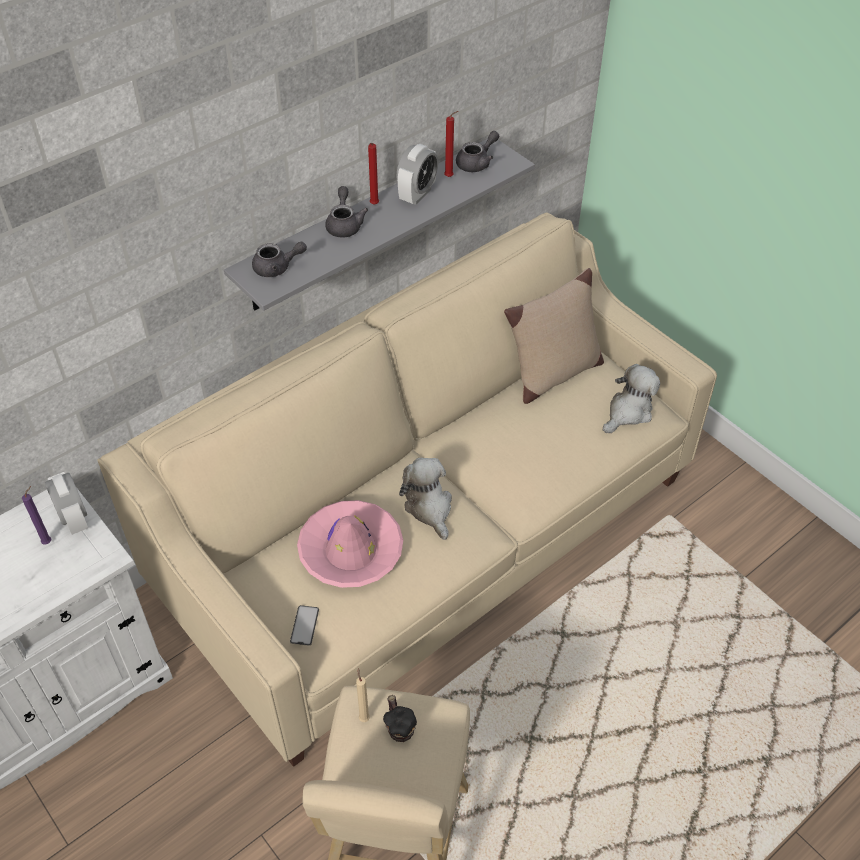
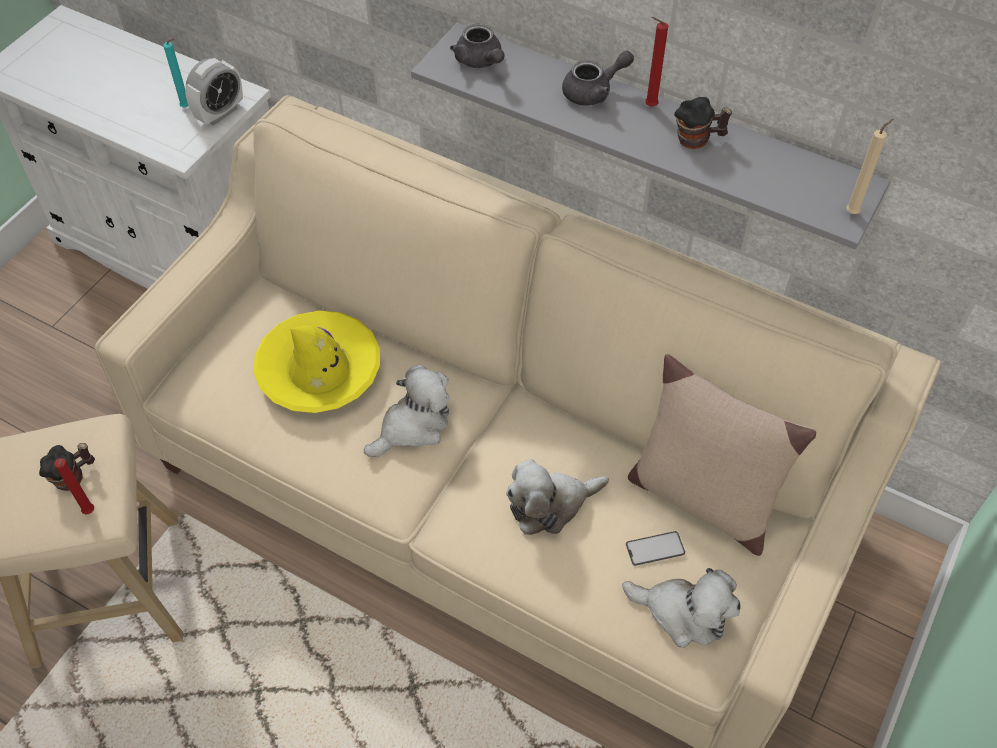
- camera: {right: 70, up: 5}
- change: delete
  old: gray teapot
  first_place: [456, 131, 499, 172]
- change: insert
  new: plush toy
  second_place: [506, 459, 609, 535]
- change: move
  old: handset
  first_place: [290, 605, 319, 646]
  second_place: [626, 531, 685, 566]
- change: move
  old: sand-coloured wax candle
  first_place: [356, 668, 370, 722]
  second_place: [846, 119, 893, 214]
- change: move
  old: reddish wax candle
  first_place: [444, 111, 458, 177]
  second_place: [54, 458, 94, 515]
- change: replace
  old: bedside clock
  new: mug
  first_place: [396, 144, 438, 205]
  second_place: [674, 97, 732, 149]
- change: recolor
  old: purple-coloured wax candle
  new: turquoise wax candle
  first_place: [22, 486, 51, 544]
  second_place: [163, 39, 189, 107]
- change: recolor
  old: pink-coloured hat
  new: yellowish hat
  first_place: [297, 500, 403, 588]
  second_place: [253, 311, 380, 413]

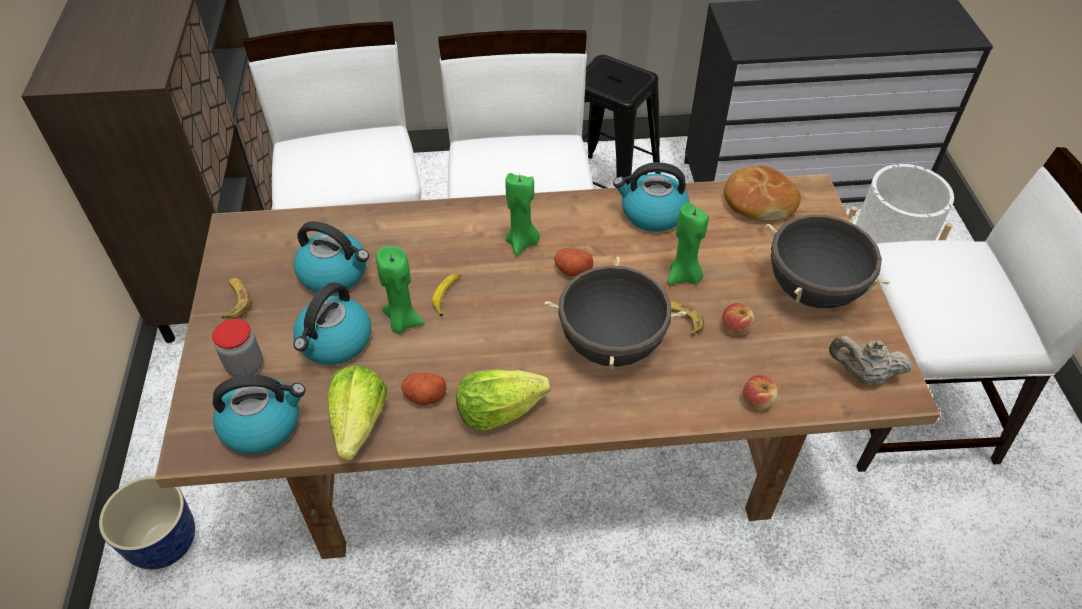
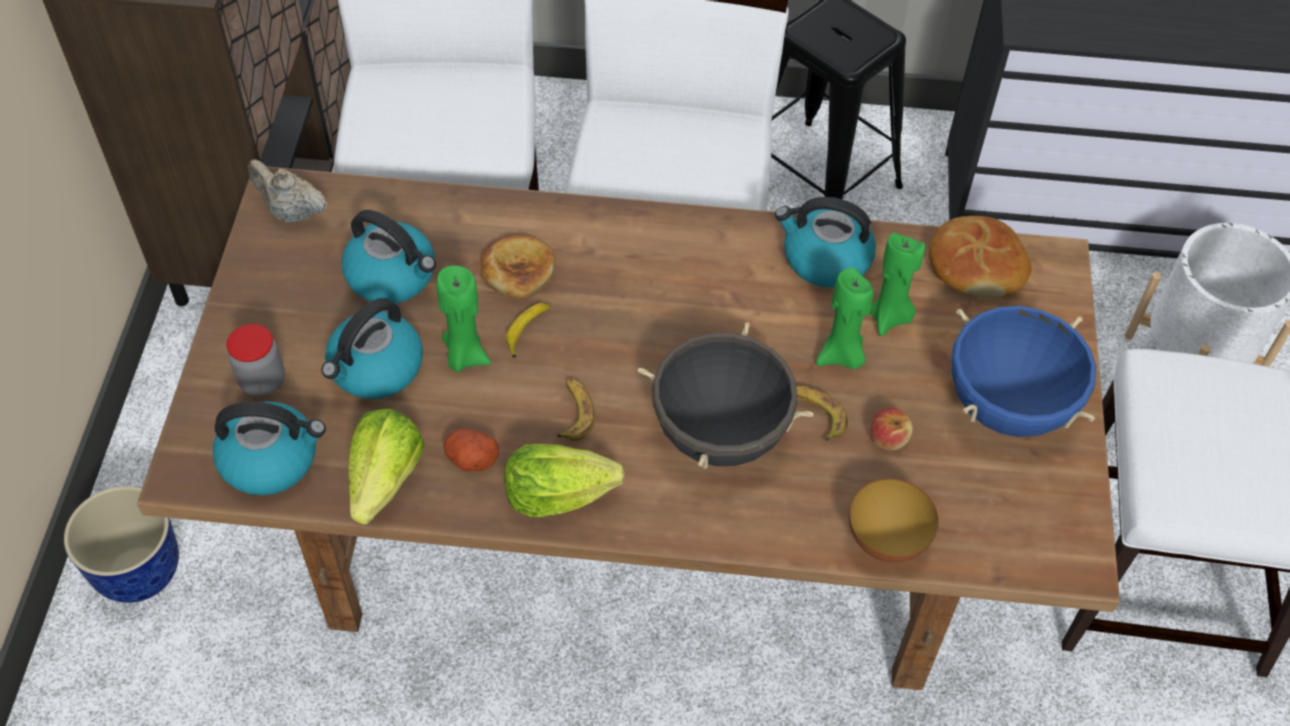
- camera: {right: 10, up: 5}
- change: delete
  old: whole potato
  first_place: [554, 248, 593, 276]
- change: insert
  new: bakery bread
  second_place: [481, 234, 555, 299]
- change: move
  old: banana fruit
  first_place: [221, 278, 251, 319]
  second_place: [555, 378, 595, 441]
- change: move
  old: greenish wax candle
  first_place: [505, 173, 540, 256]
  second_place: [870, 232, 925, 336]
- change: move
  old: sand-coloured teapot
  first_place: [829, 335, 912, 385]
  second_place: [248, 159, 328, 223]
- change: replace
  old: whole apple
  new: serving bowl
  first_place: [743, 375, 778, 410]
  second_place: [849, 479, 938, 562]
- change: recolor
  old: black saucepot
  new: blue-coloured saucepot
  first_place: [766, 215, 890, 308]
  second_place: [951, 306, 1096, 437]

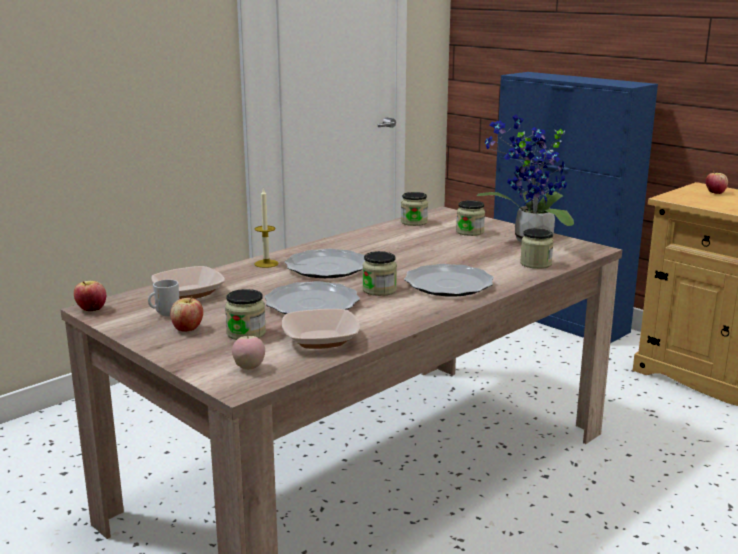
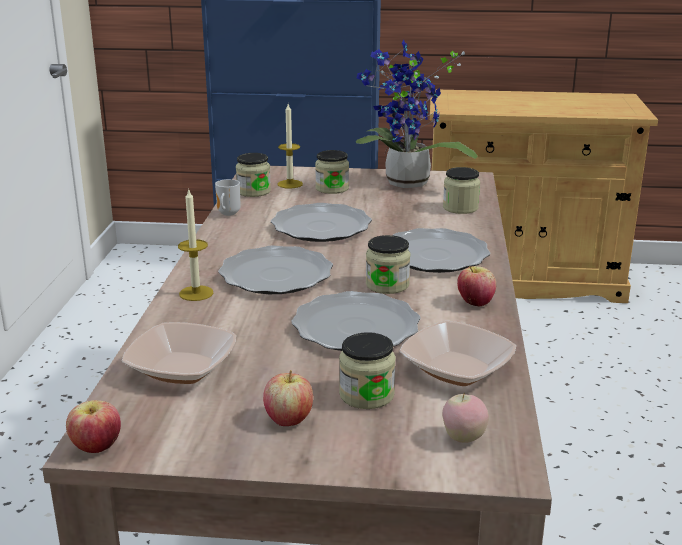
- camera: {right: -40, up: 5}
- change: insert
  new: dinner plate
  second_place: [271, 203, 372, 242]
- change: insert
  new: wax candle
  second_place: [277, 104, 303, 189]
- change: move
  old: mug
  first_place: [148, 279, 179, 317]
  second_place: [215, 179, 241, 216]
- change: move
  old: whole apple
  first_place: [706, 171, 728, 194]
  second_place: [457, 266, 496, 307]

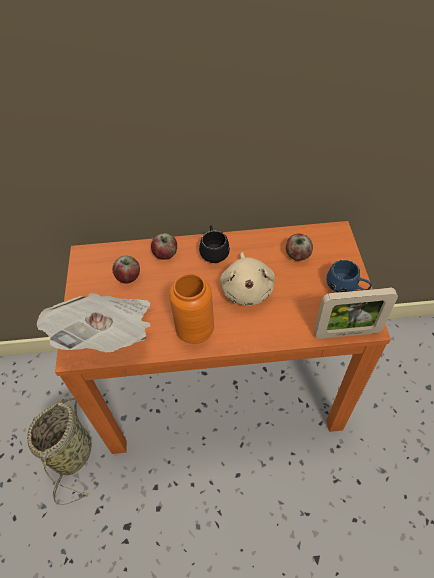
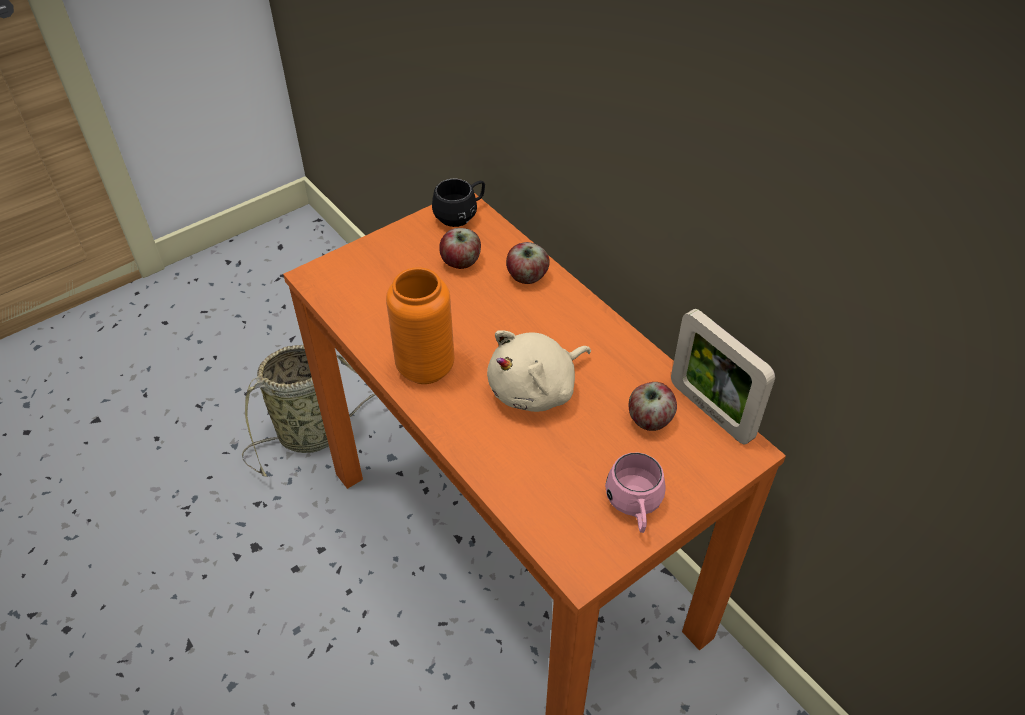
- camera: {right: 55, up: -5}
- change: delete
  old: printed paper
  first_place: [37, 293, 151, 352]
- change: move
  old: black mug
  first_place: [199, 225, 230, 263]
  second_place: [432, 178, 485, 227]
- change: move
  old: standing frame
  first_place: [314, 288, 398, 339]
  second_place: [671, 309, 775, 444]
- change: recolor
  old: blue-coloured mug
  new: pink-coloured mug
  first_place: [327, 260, 372, 293]
  second_place: [605, 452, 666, 533]

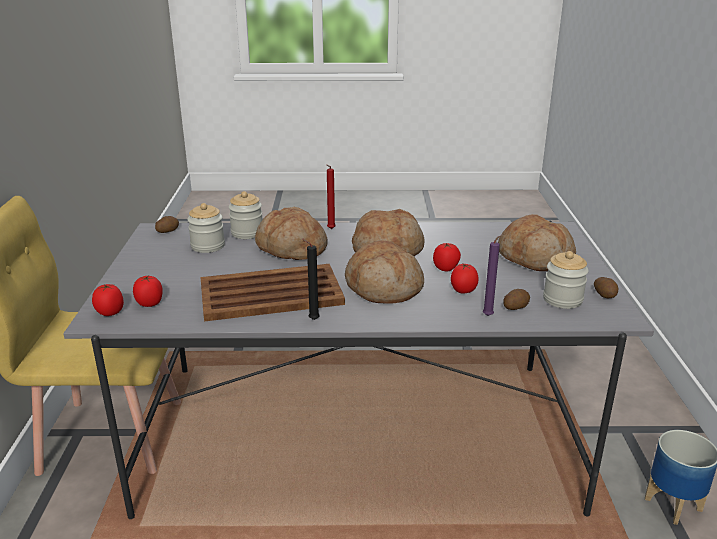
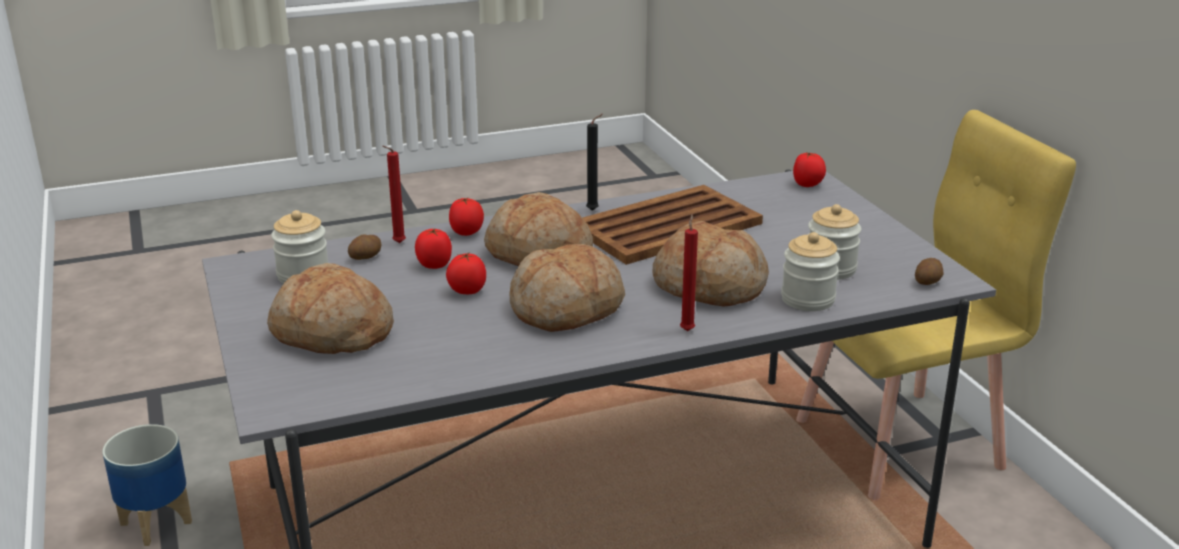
- camera: {right: 160, up: 0}
- change: delete
  old: whole potato
  first_place: [594, 277, 619, 298]
- change: move
  old: tomato
  first_place: [133, 276, 163, 307]
  second_place: [449, 197, 484, 236]
- change: recolor
  old: purple-coloured wax candle
  new: reddish wax candle
  first_place: [483, 234, 504, 316]
  second_place: [382, 146, 406, 243]

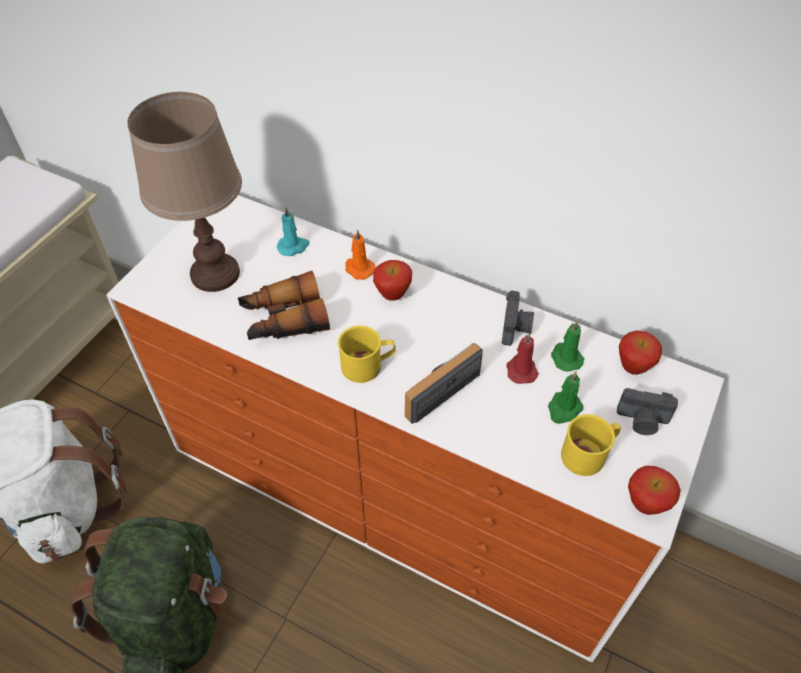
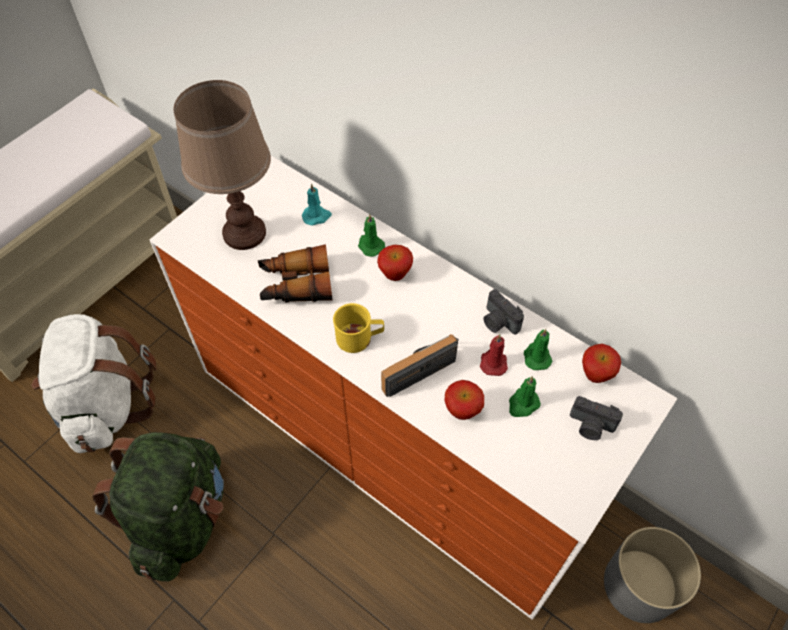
- camera: {right: 10, up: 5}
- change: delete
  old: yellowish mug
  first_place: [561, 414, 621, 476]
- change: insert
  new: gray planter
  second_place: [604, 527, 701, 623]
- change: move
  old: whole apple
  first_place: [628, 466, 681, 515]
  second_place: [445, 380, 484, 420]
- change: recolor
  old: orangey wax candle
  new: greenish wax candle
  first_place: [345, 229, 376, 280]
  second_place: [358, 214, 385, 257]
- change: rotate
  old: still camera
  first_place: [502, 291, 534, 346]
  second_place: [484, 289, 524, 334]
  degrees: 120

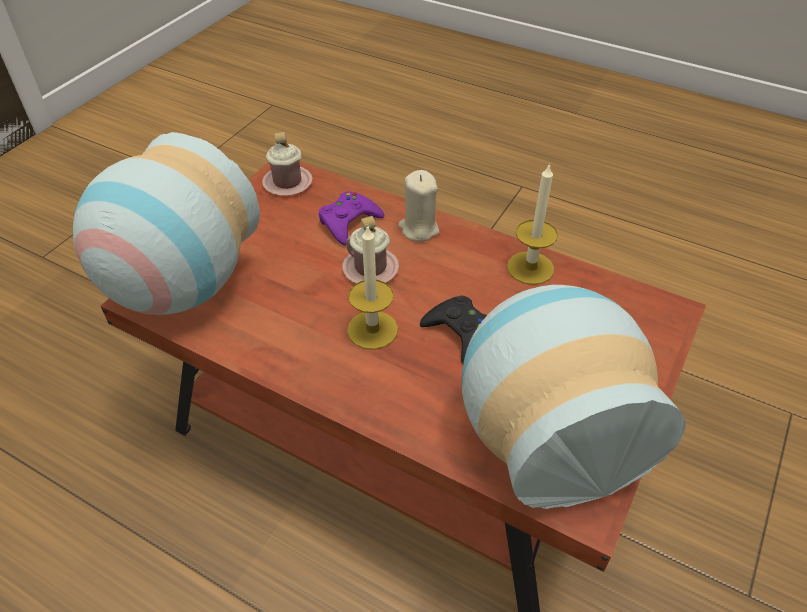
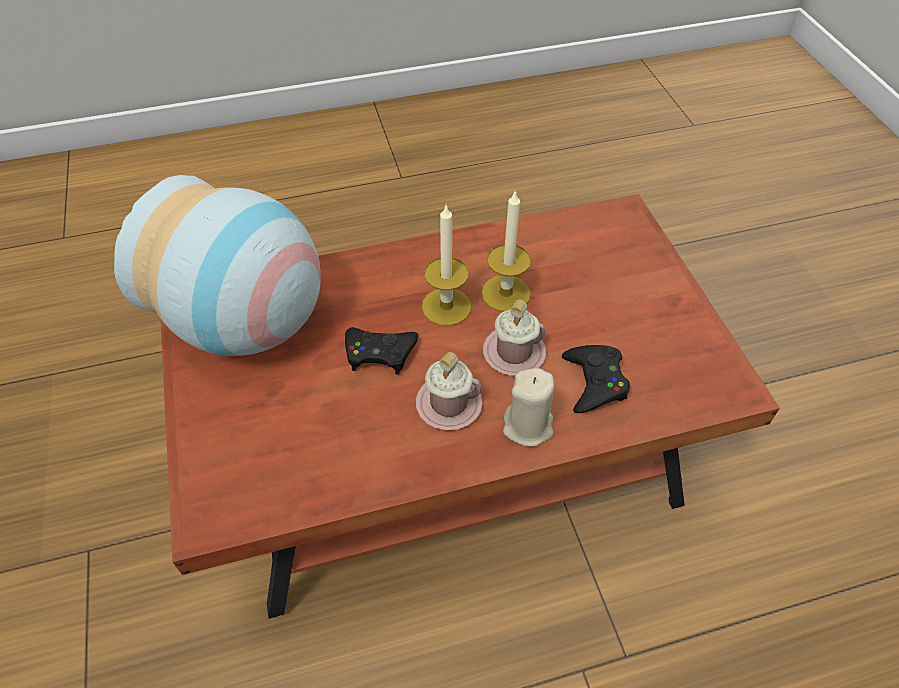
- camera: {right: 135, up: 5}
- change: delete
  old: flower vase
  first_place: [73, 132, 260, 315]
- change: move
  old: pink-coloured mug
  first_place: [262, 132, 313, 196]
  second_place: [416, 352, 483, 430]
- change: move
  old: wax candle
  first_place: [507, 163, 558, 285]
  second_place: [481, 190, 531, 312]
- change: recolor
  old: purple-coloured joypad
  new: black joypad
  first_place: [318, 191, 384, 245]
  second_place: [562, 345, 630, 413]

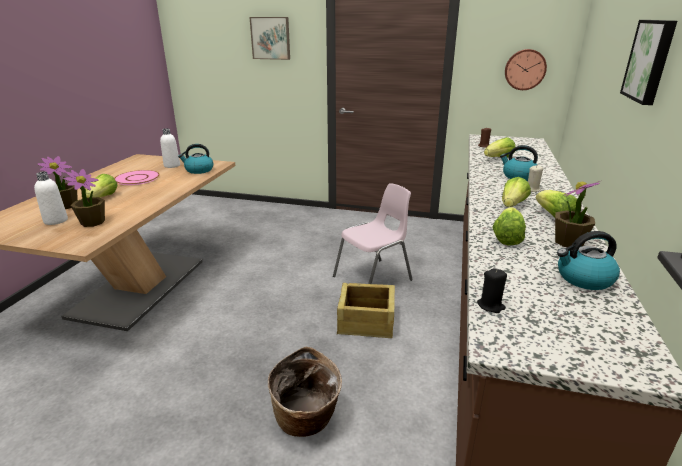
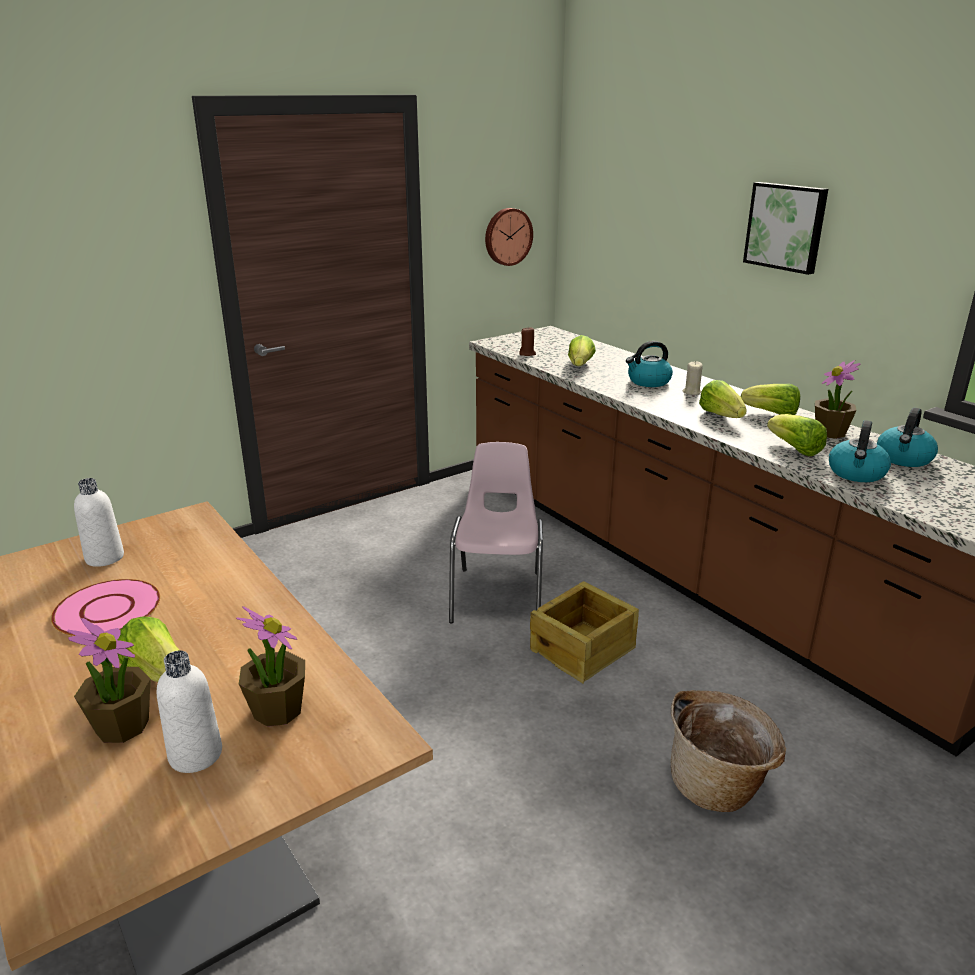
- camera: {right: -50, up: 0}
- change: delete
  old: wall art
  first_place: [250, 17, 290, 60]
- change: delete
  old: black wax candle
  first_place: [477, 268, 507, 313]
- change: move
  old: water kettle
  first_place: [178, 144, 213, 174]
  second_place: [829, 420, 891, 482]

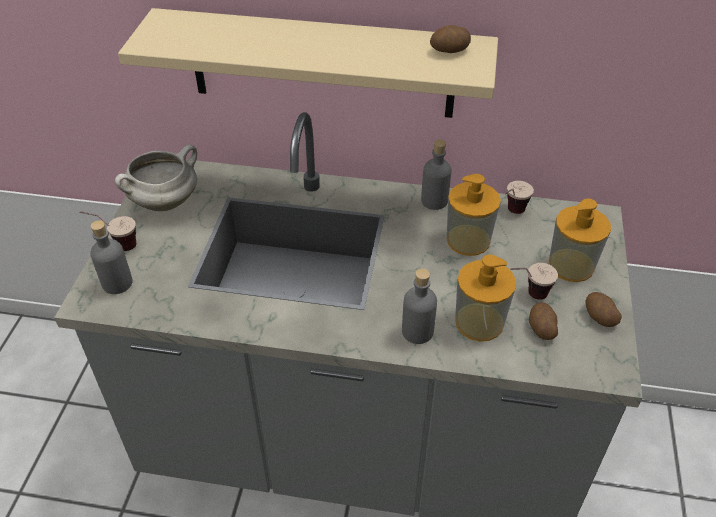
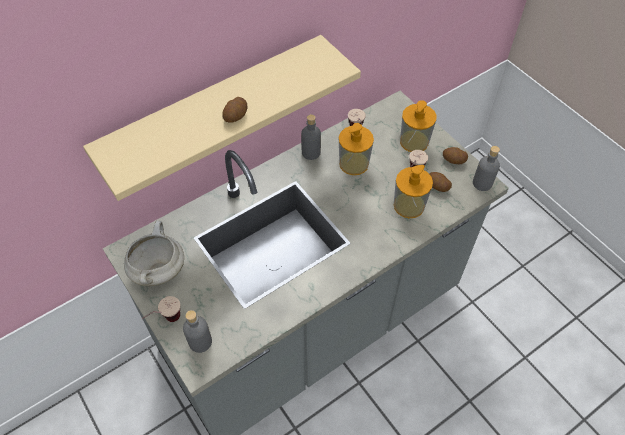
- camera: {right: -45, up: 10}
- change: move
  old: gray drink bottle
  first_place: [402, 268, 437, 344]
  second_place: [473, 146, 500, 191]
- change: move
  old: whole potato
  first_place: [430, 25, 471, 53]
  second_place: [222, 97, 247, 123]

